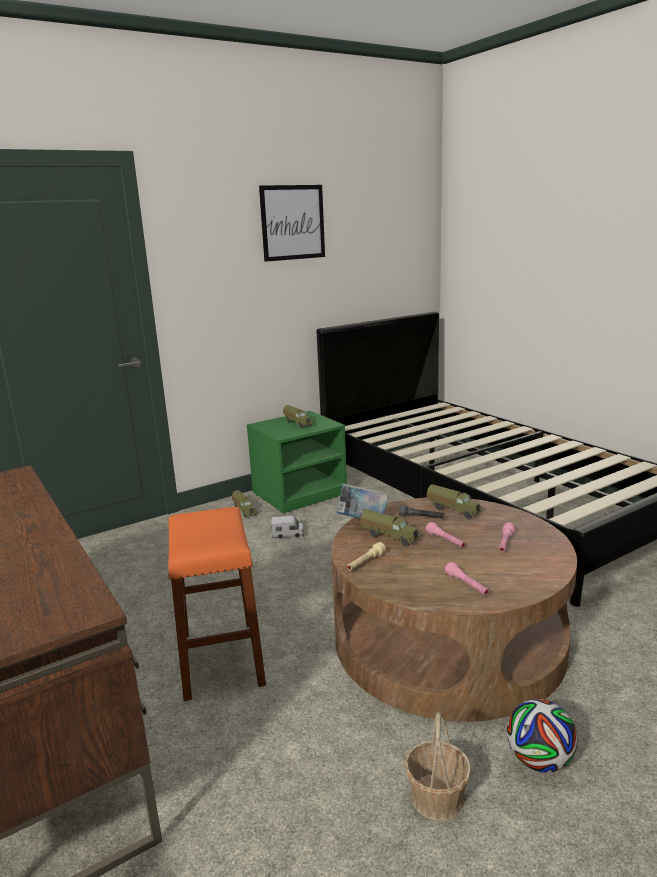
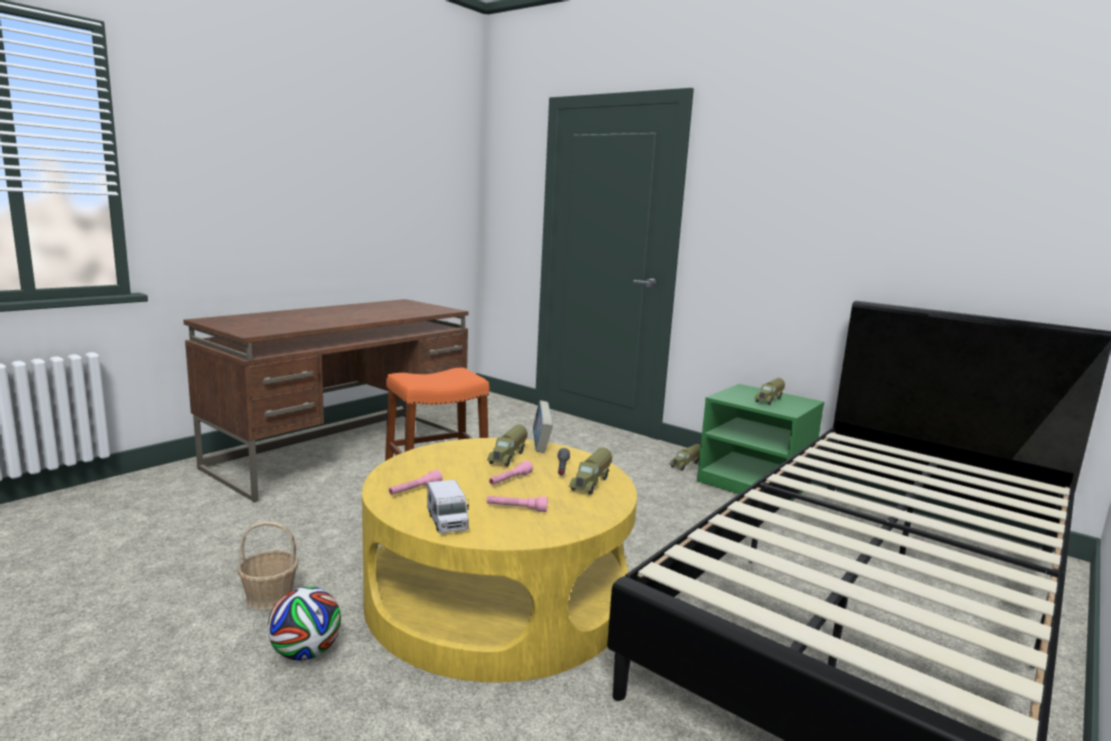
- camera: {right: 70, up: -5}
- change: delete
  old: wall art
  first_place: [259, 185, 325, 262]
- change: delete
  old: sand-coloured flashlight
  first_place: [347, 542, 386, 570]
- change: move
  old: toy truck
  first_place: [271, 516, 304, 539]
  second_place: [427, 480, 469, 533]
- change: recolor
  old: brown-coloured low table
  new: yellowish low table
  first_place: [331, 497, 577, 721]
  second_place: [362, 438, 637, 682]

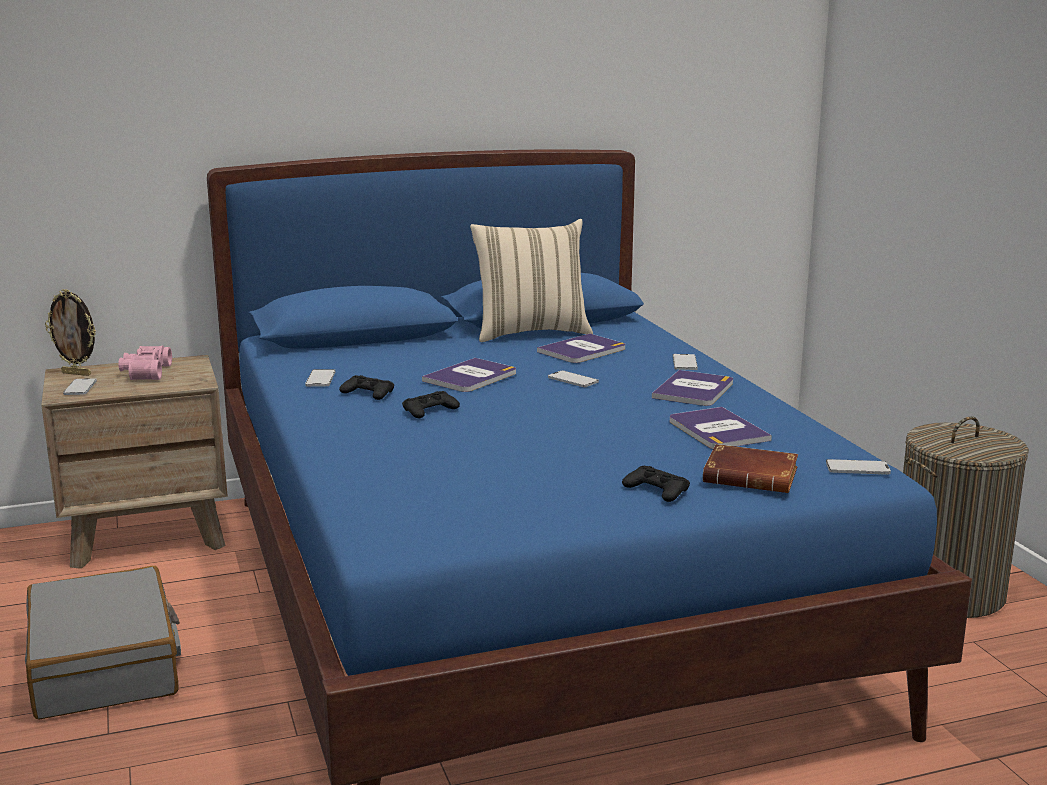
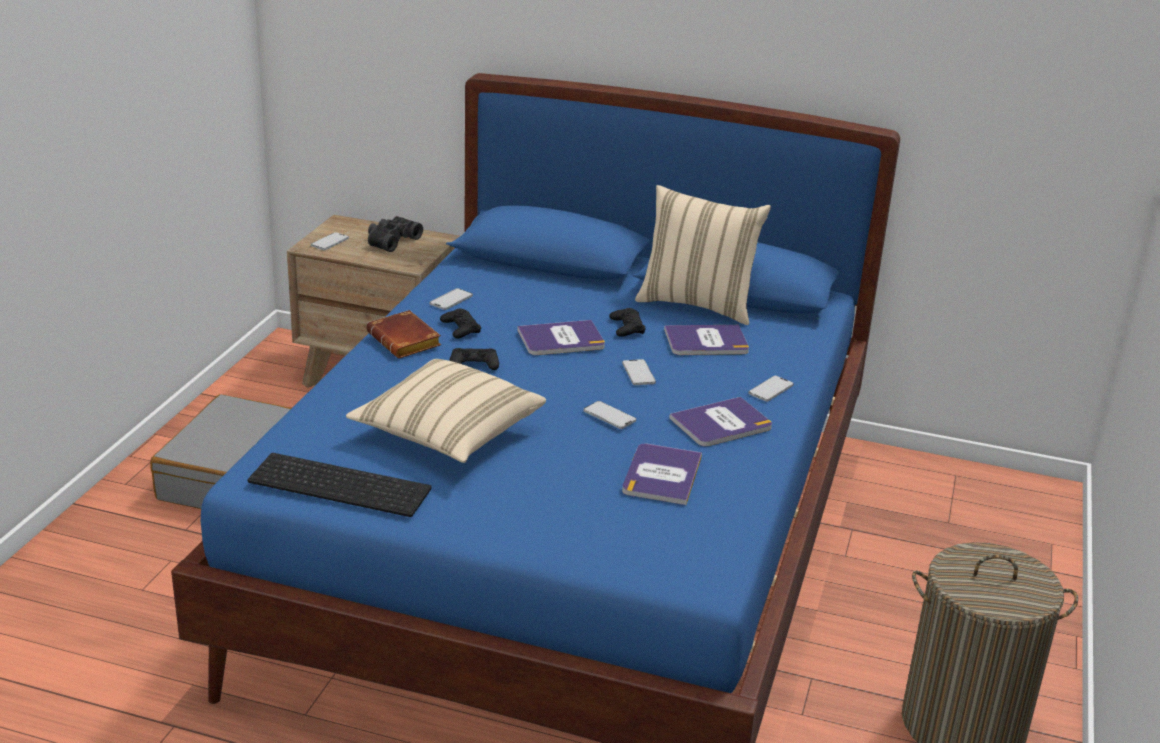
- camera: {right: 35, up: 10}
- change: delete
  old: standing frame
  first_place: [45, 289, 96, 376]
- change: insert
  new: PC keyboard
  second_place: [247, 453, 432, 517]
- change: insert
  new: sand-coloured cushion
  second_place: [346, 359, 546, 463]
- change: move
  old: black joypad
  first_place: [622, 466, 690, 502]
  second_place: [609, 308, 645, 337]
- change: move
  old: brown-coloured volume
  first_place: [703, 444, 798, 493]
  second_place: [366, 310, 441, 358]
- change: move
  old: handset
  first_place: [826, 459, 891, 475]
  second_place: [584, 401, 636, 429]
- change: recolor
  old: pink-coloured field glasses
  new: black field glasses
  first_place: [118, 346, 172, 380]
  second_place: [368, 216, 423, 252]

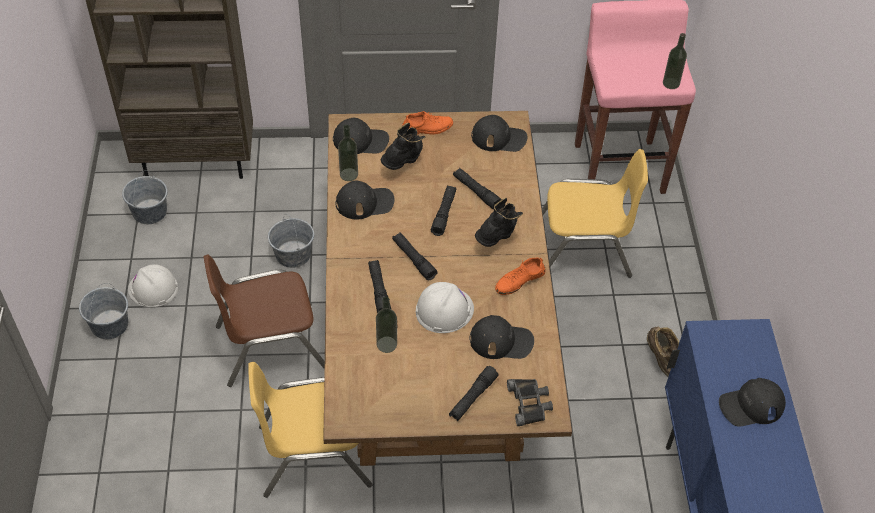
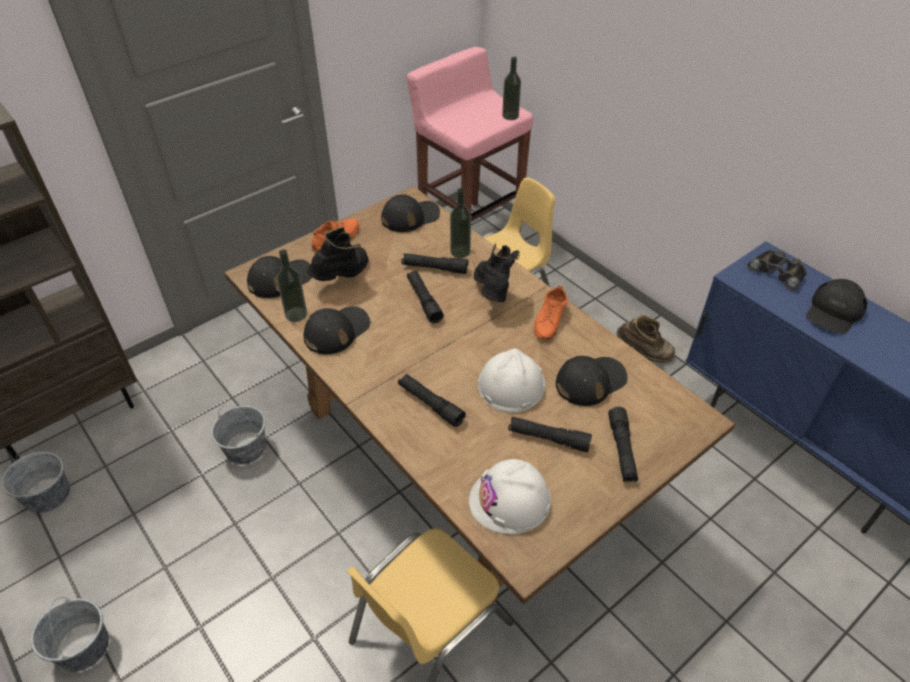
- camera: {right: -35, up: -5}
- change: delete
  old: brown-coloured chair
  first_place: [203, 254, 325, 387]
- change: move
  old: white work helmet
  first_place: [128, 264, 178, 307]
  second_place: [469, 459, 551, 534]
- change: move
  old: drink bottle
  first_place: [376, 297, 397, 353]
  second_place: [450, 188, 471, 258]
- change: move
  old: black flashlight
  first_place: [392, 232, 437, 280]
  second_place: [508, 417, 592, 452]
- change: move
  old: black field glasses
  first_place: [507, 379, 553, 426]
  second_place: [747, 249, 807, 290]
- change: rotate
  old: black boot
  first_place: [380, 123, 425, 170]
  second_place: [307, 227, 369, 281]
  degrees: 45

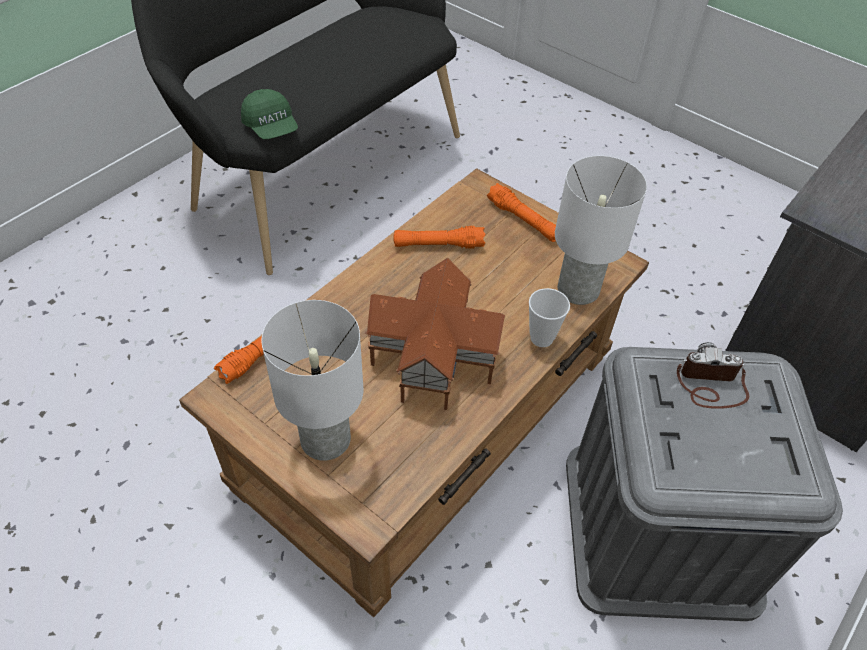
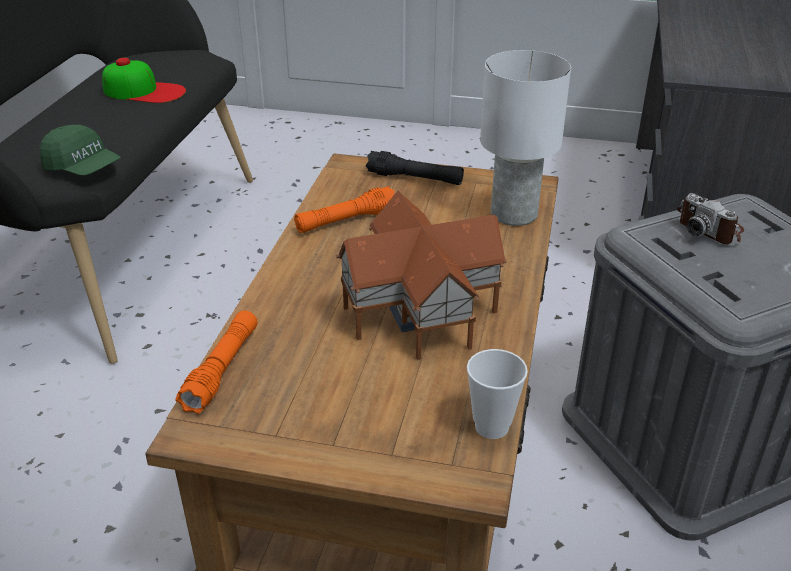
- camera: {right: -25, up: -15}
- change: delete
  old: white tabletop lamp
  first_place: [262, 300, 364, 461]
- change: insert
  new: peaked cap
  second_place: [102, 58, 186, 103]
- change: move
  old: cup
  first_place: [529, 288, 570, 347]
  second_place: [467, 349, 528, 439]
- change: recolor
  old: orangey flashlight
  new: black flashlight
  first_place: [487, 183, 556, 242]
  second_place: [366, 151, 464, 185]
- change: rotate
  old: still camera
  first_place: [677, 342, 749, 409]
  second_place: [677, 193, 744, 244]
  degrees: -105

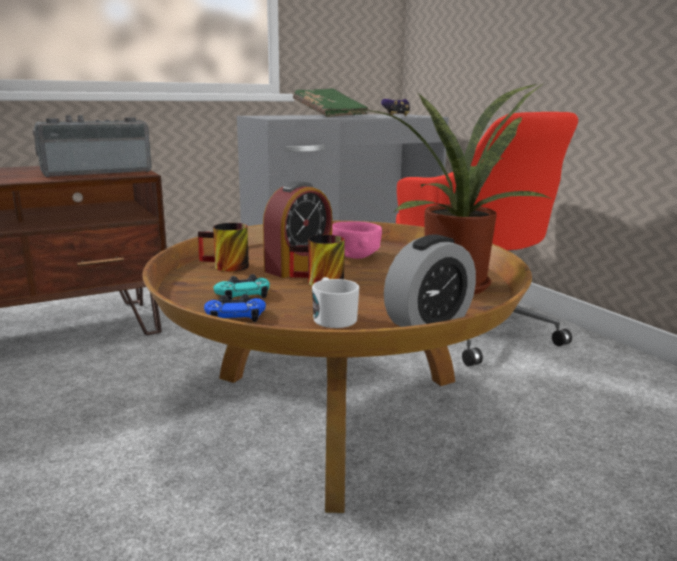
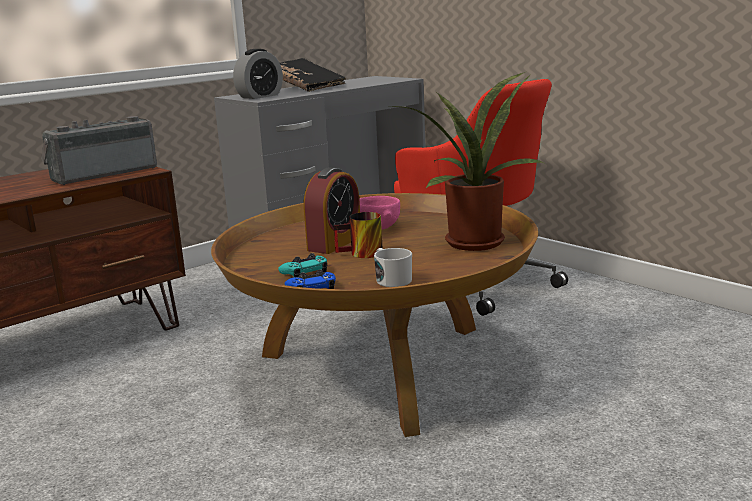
- camera: {right: -10, up: 0}
- change: delete
  old: mug
  first_place: [198, 223, 249, 272]
- change: delete
  old: joypad
  first_place: [381, 99, 410, 116]
- change: move
  old: bedside clock
  first_place: [384, 234, 476, 327]
  second_place: [233, 49, 283, 99]
- change: recolor
  old: greenish volume
  new: black volume
  first_place: [293, 88, 369, 117]
  second_place: [280, 58, 346, 92]

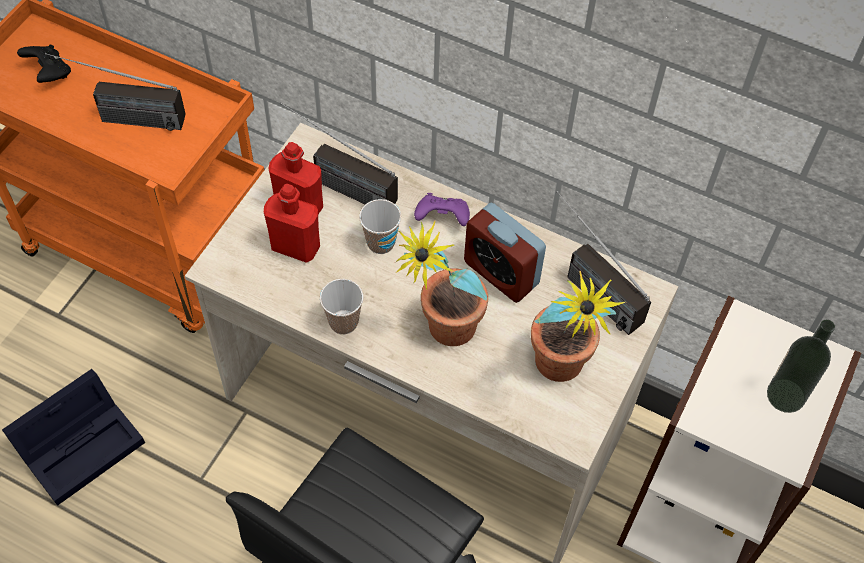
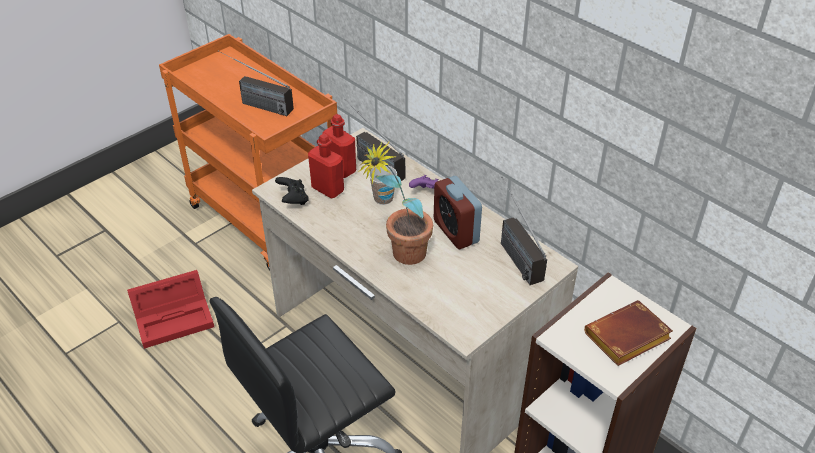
- camera: {right: 20, up: -15}
- change: delete
  old: cup
  first_place: [320, 279, 364, 334]
- change: delete
  old: potted plant
  first_place: [531, 270, 625, 382]
- change: move
  old: black joypad
  first_place: [17, 44, 71, 83]
  second_place: [275, 177, 309, 205]
- change: replace
  old: drink bottle
  new: brown-coloured volume
  first_place: [767, 320, 835, 413]
  second_place: [584, 300, 673, 366]
- change: recolor
  old: black storage box
  new: reddish storage box
  first_place: [2, 369, 145, 506]
  second_place: [127, 270, 214, 349]

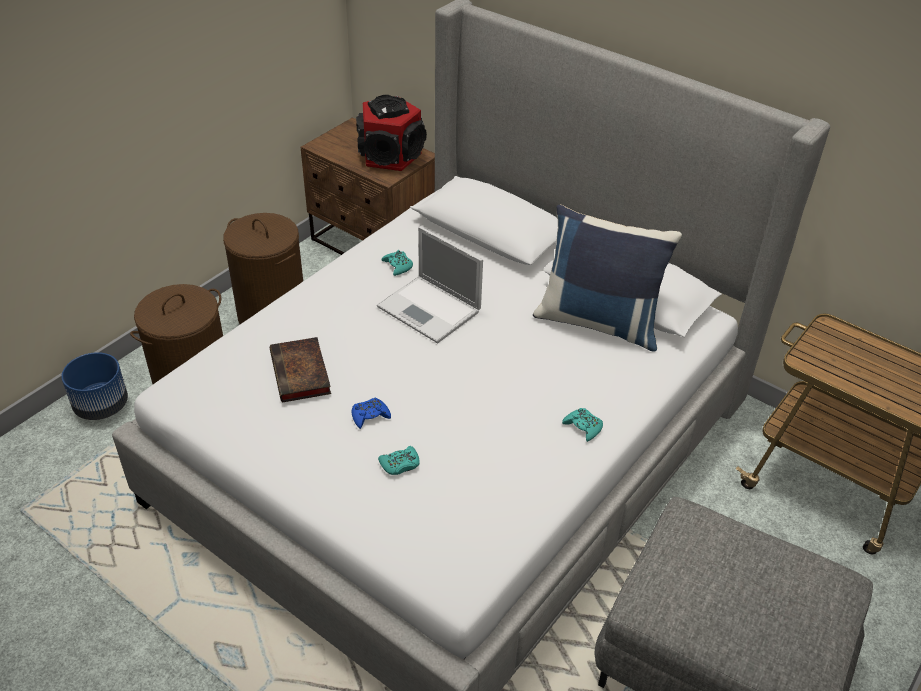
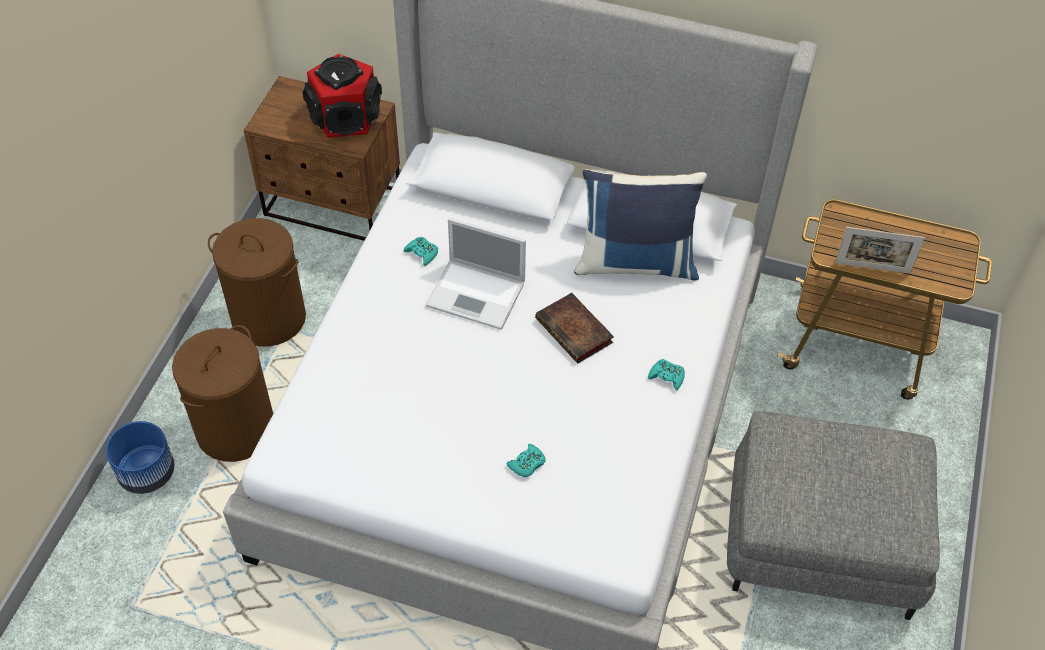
- camera: {right: -20, up: 10}
- change: delete
  old: blue-coloured joypad
  first_place: [352, 398, 391, 429]
- change: insert
  new: standing frame
  second_place: [835, 227, 925, 274]
- change: move
  old: volume
  first_place: [270, 337, 331, 403]
  second_place: [535, 293, 614, 364]

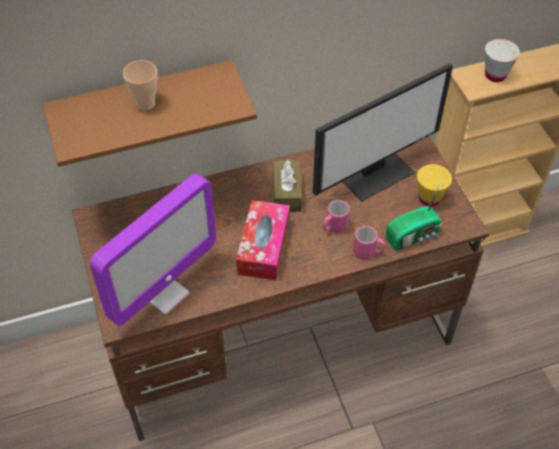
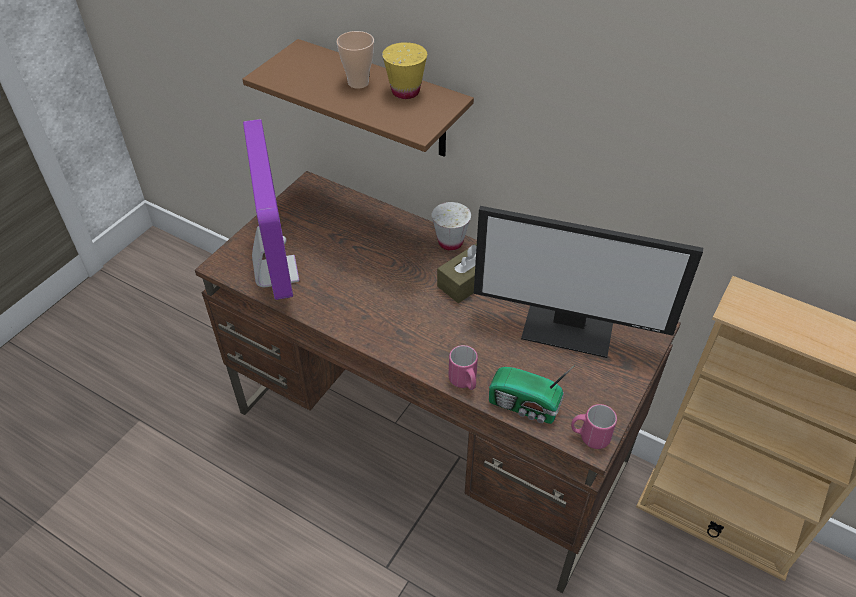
- camera: {right: 50, up: -5}
- change: delete
  old: tissue holder
  first_place: [236, 200, 290, 281]
- change: move
  old: pink-coloured mug
  first_place: [323, 200, 350, 233]
  second_place: [571, 404, 617, 449]
- change: move
  old: yellowish cup
  first_place: [417, 164, 452, 207]
  second_place: [382, 42, 427, 99]
- change: move
  old: white cup
  first_place: [485, 39, 520, 82]
  second_place: [432, 202, 471, 251]
- change: rotate
  old: computer display
  first_place: [90, 174, 216, 326]
  second_place: [243, 119, 299, 300]
  degrees: -105

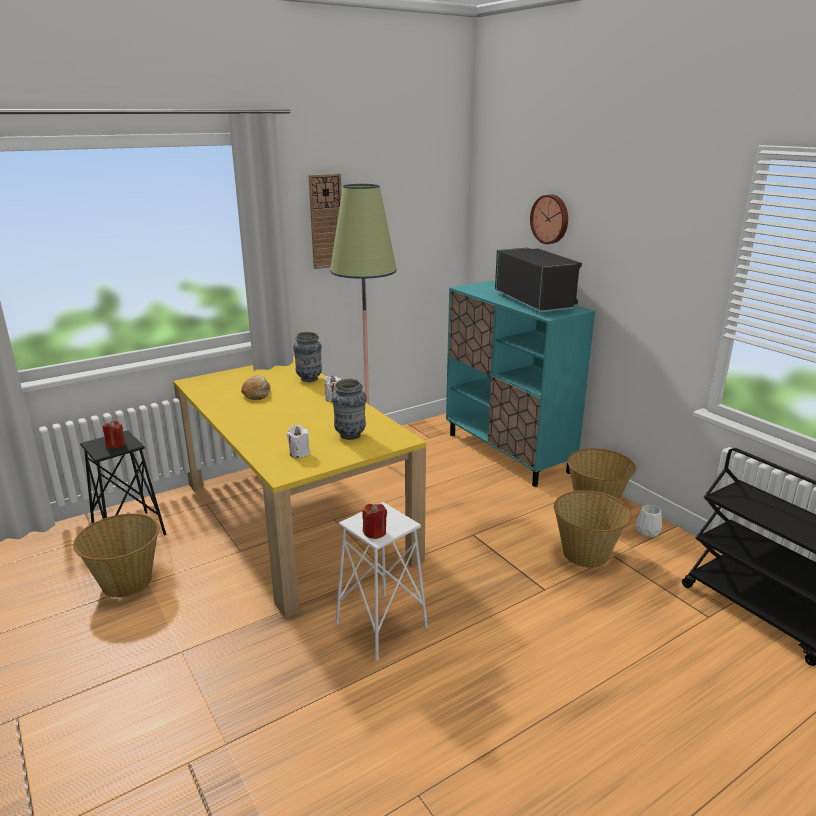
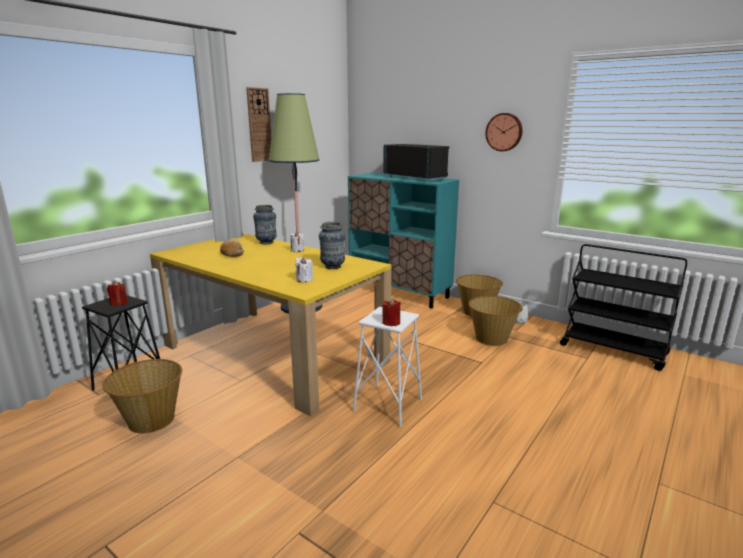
- camera: {right: -20, up: -5}
- change: move
  old: wall clock
  first_place: [530, 194, 568, 244]
  second_place: [485, 113, 523, 151]

